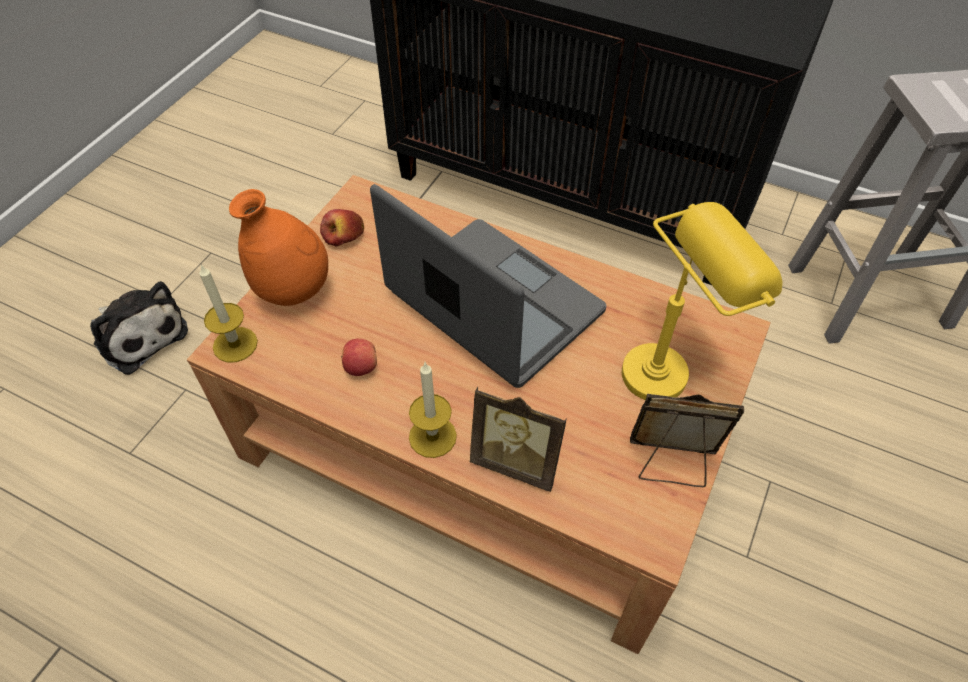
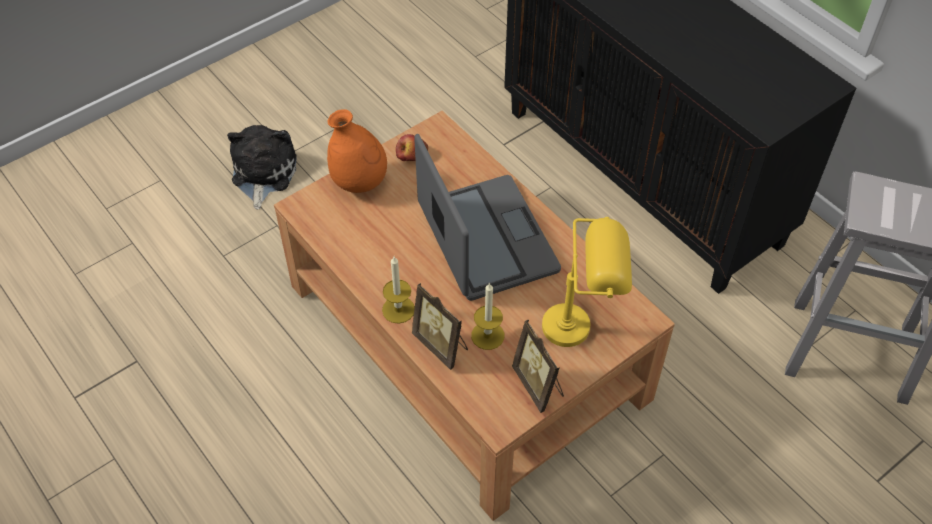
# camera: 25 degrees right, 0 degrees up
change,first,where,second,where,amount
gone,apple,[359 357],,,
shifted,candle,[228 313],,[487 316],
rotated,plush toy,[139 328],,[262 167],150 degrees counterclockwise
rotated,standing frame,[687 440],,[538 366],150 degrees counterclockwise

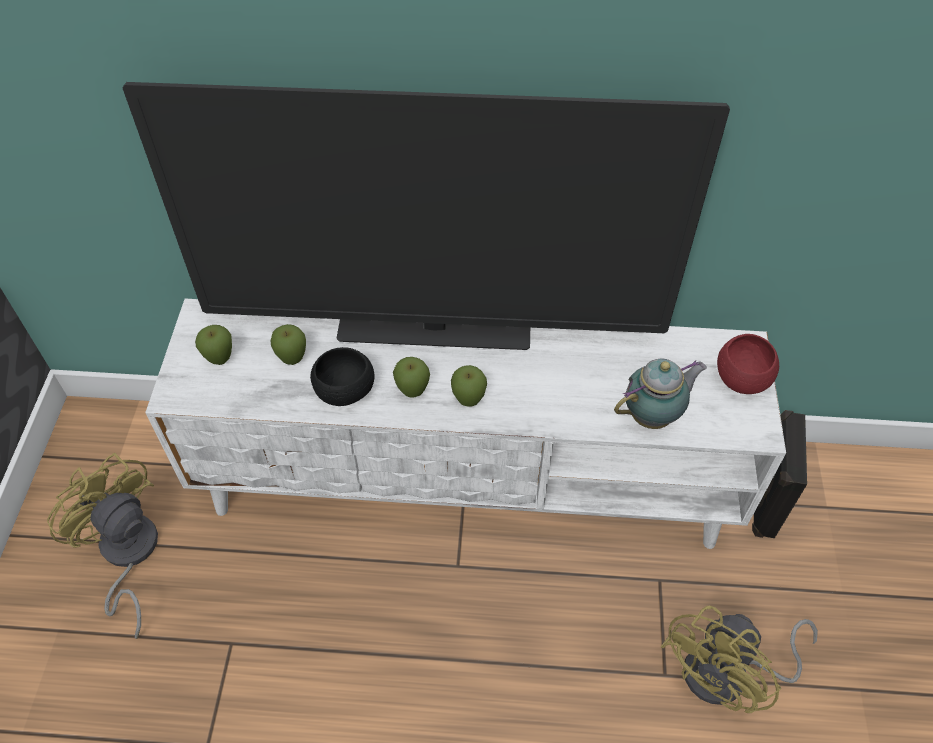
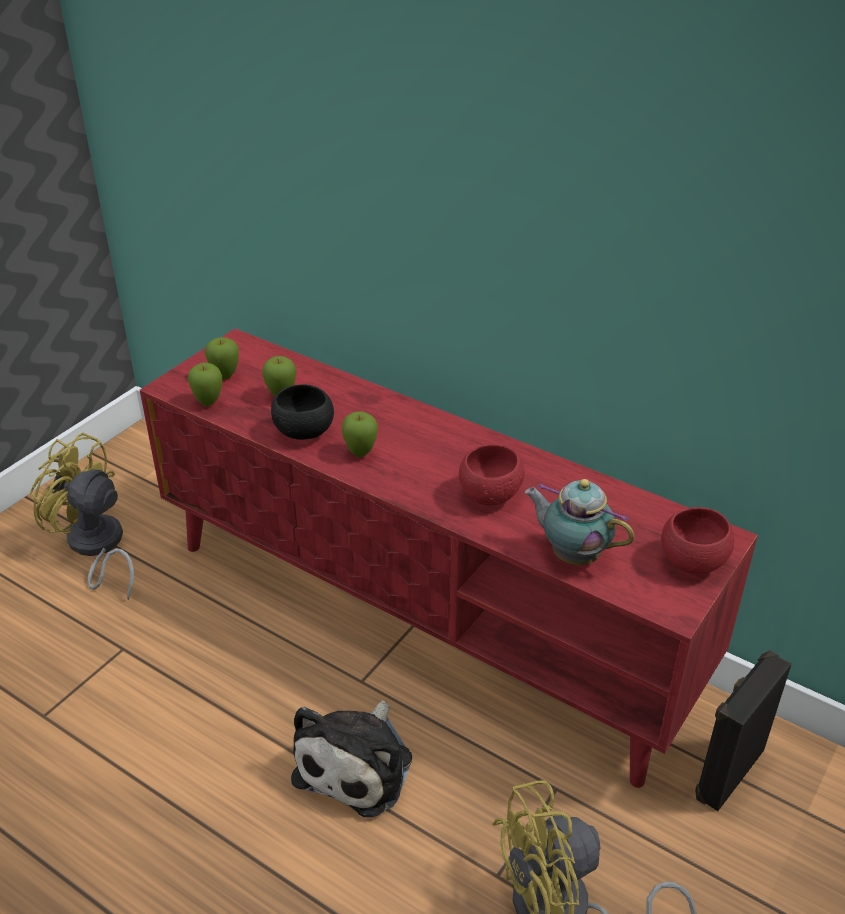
# camera: 30 degrees right, 15 degrees down
change,first,where,second,where,amount
gone,TV,[426 216],,,
new,,,plush toy,[351 759],
new,,,red deep dish,[492 475],
shifted,apple,[469 386],,[204 384],
repainted,white tv stand,[465 424],red tv stand,[449 558],
rotated,yellow-coloured cooling fan,[102 545],,[82 516],45 degrees counterclockwise
rotated,pot for tea,[660 394],,[580 522],150 degrees counterclockwise

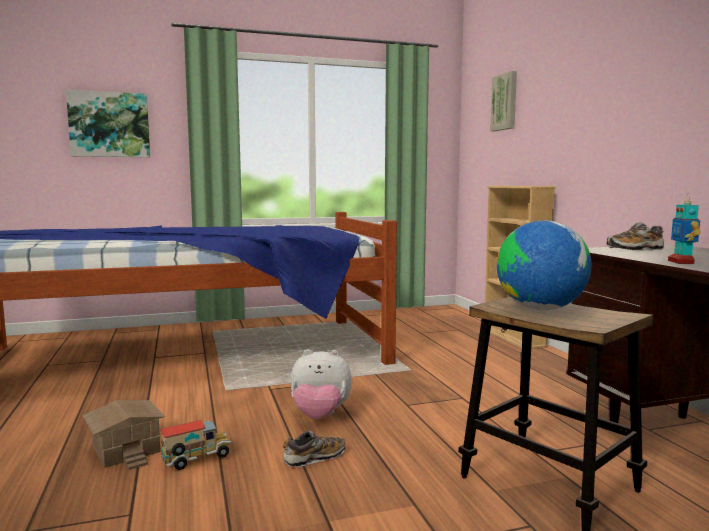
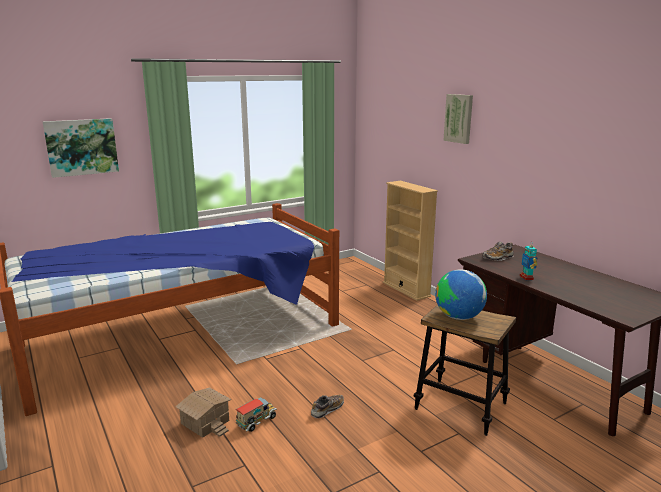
# camera: 15 degrees left, 10 degrees up
change,first,where,second,where,amount
gone,plush toy,[321 384],,,
shifted,wall picture,[503 101],,[458 119],

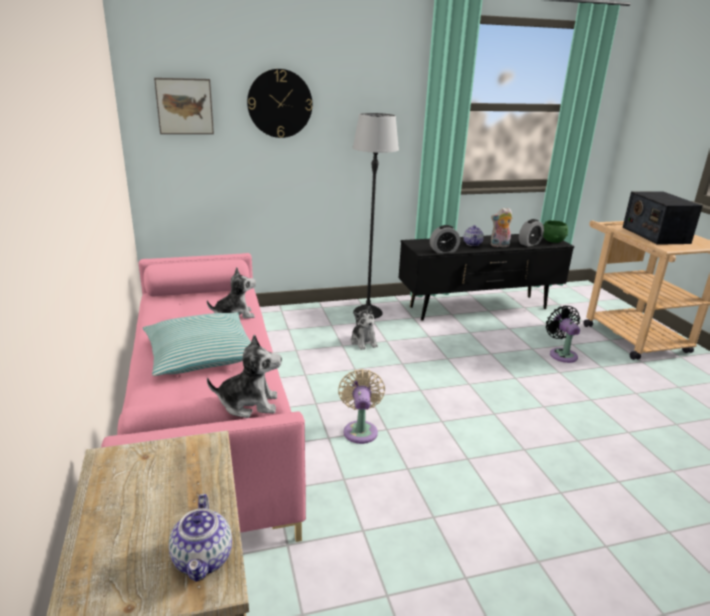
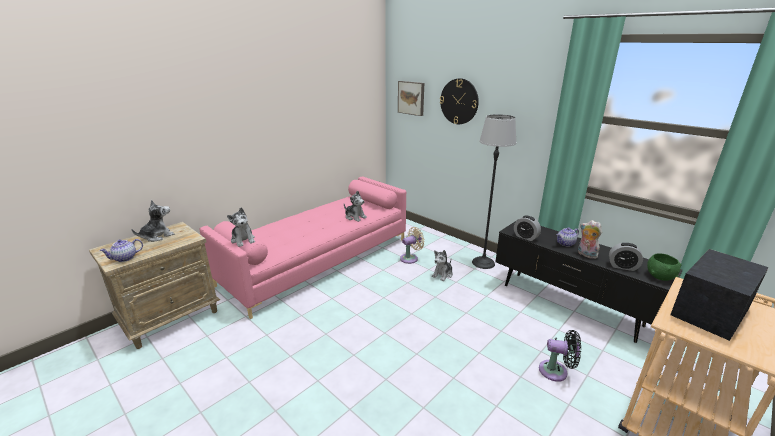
# camera: 60 degrees right, 0 degrees up
change,first,where,second,where,amount
gone,throw pillow,[197 344],,,
new,,,plush toy,[152 221],
shifted,beige cooling fan,[361 406],,[412 245],
rotated,blackish cooling fan,[563 334],,[560 356],60 degrees clockwise

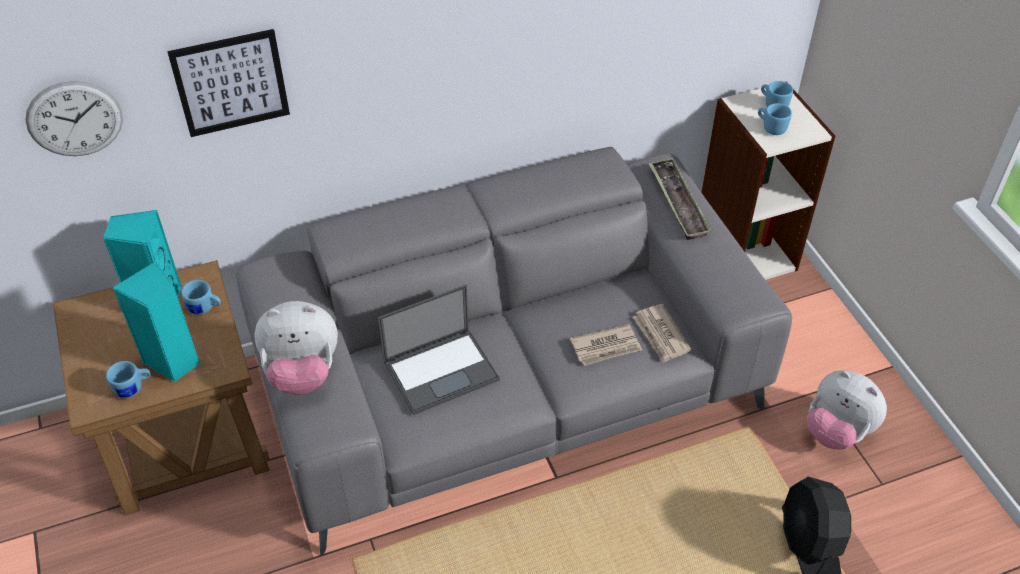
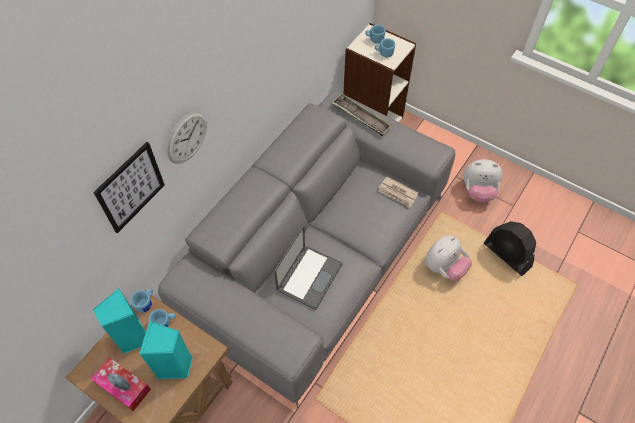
# camera: 35 degrees left, 10 degrees up
change,first,where,second,where,amount
gone,daily paper,[606 345],,,
new,,,box of tissues,[121 384],
shifted,clock on the wall,[74 118],,[187 137],
shifted,bluish coffee mug,[128 379],,[141 301],
shifted,plush toy,[296 348],,[448 258],

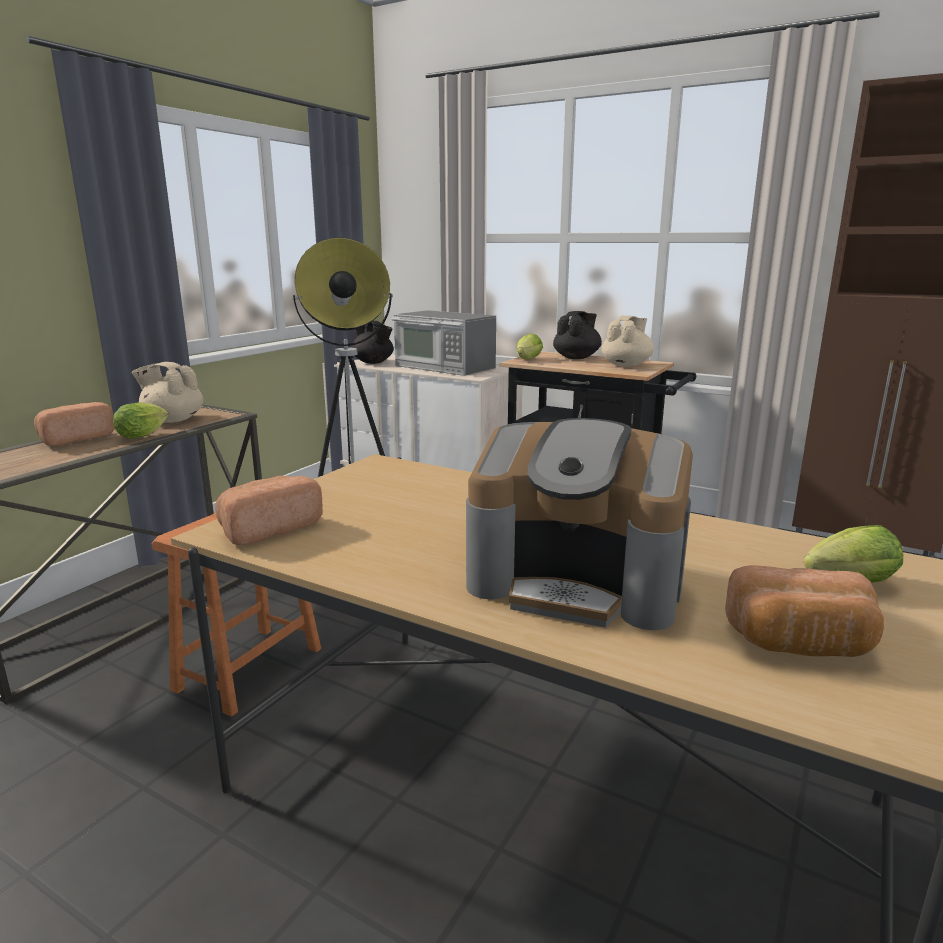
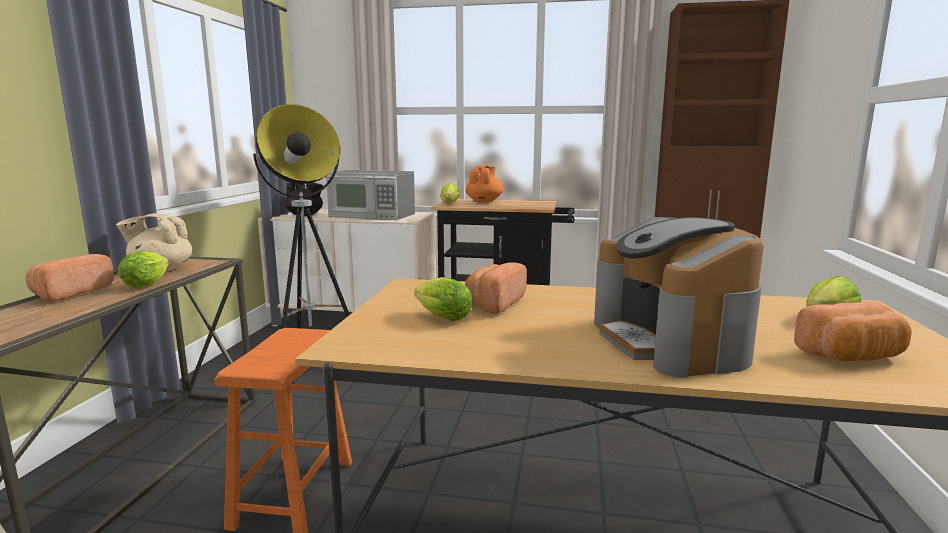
# camera: 20 degrees left, 5 degrees down
change,first,where,second,where,amount
gone,beige pot for tea,[628 341],,,
new,,,head of lettuce,[443 299],
shifted,bakery bread,[269 510],,[496 287],
repainted,blackish pot for tea,[577 335],orange pot for tea,[484 183],
rotated,coffee brewer,[579 524],,[679 297],75 degrees clockwise

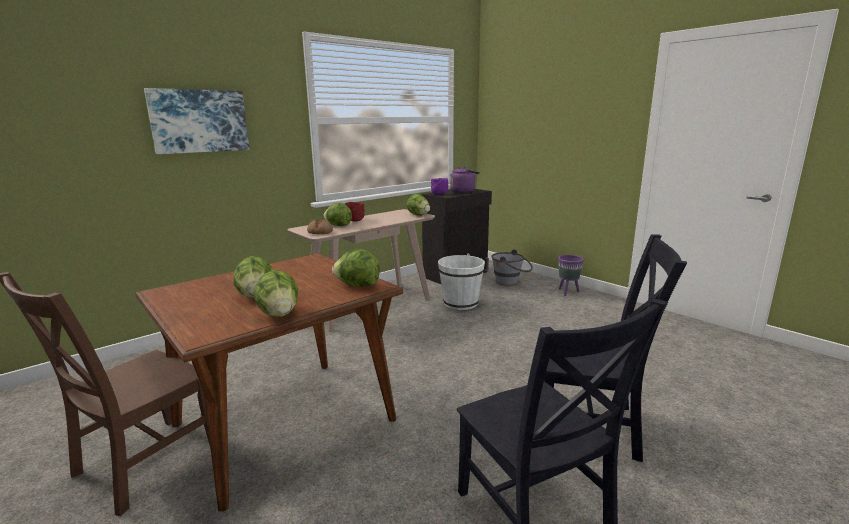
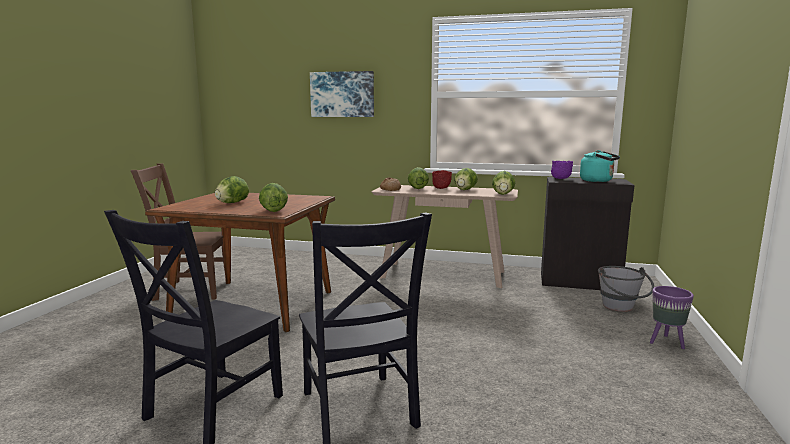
# camera: 55 degrees right, 5 degrees down
change,first,where,second,where,amount
gone,white bucket,[461 281],,,
shifted,head of lettuce,[276 293],,[466 179],
repainted,purple water kettle,[465 180],turquoise water kettle,[600 166],

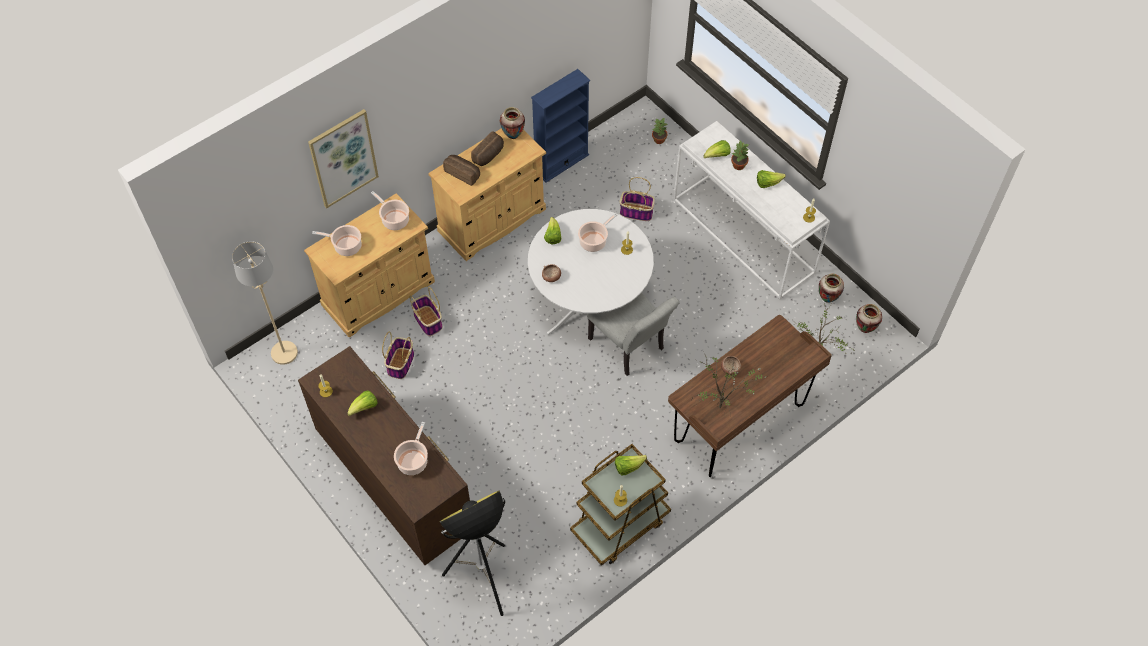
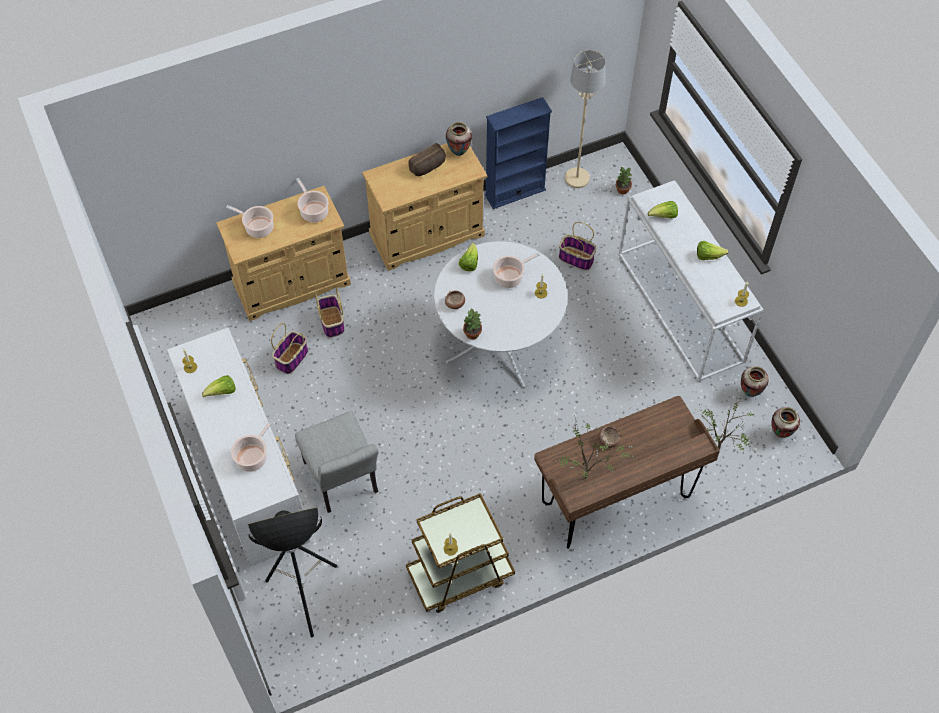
# camera: 15 degrees right, 0 degrees up
change,first,where,second,where,amount
gone,wall picture,[343 158],,,
gone,bakery bread,[461 170],,,
gone,head of lettuce,[631 465],,,
shifted,beige standing lamp,[265 303],,[585 119],
shifted,greyish plain chair,[633 334],,[337 462],
shifted,houseplant,[740 155],,[472 324],
repainted,brown chest of drawers,[384 455],white chest of drawers,[239 447],

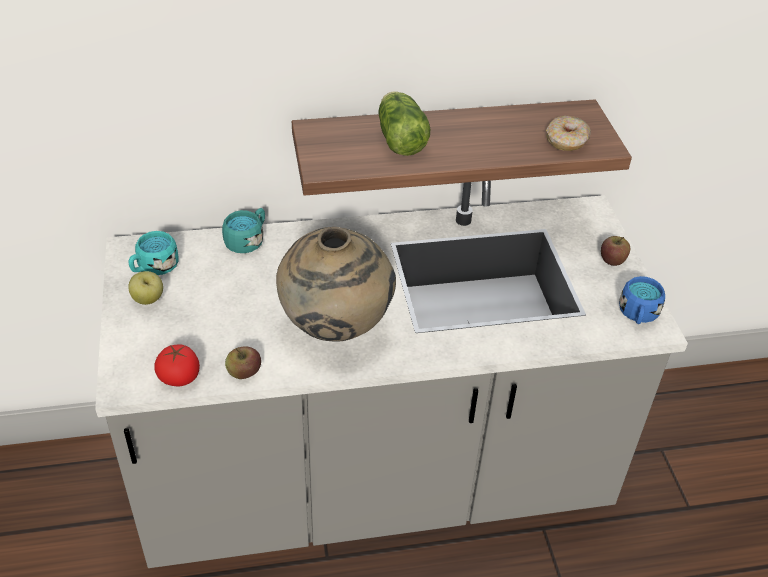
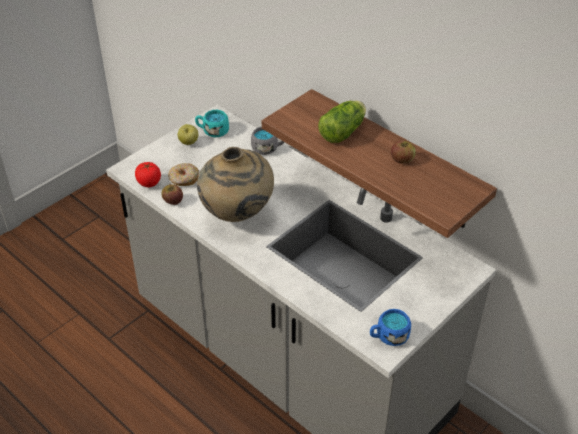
# camera: 55 degrees right, 0 degrees up
change,first,where,second,where,amount
shifted,doughnut,[568 133],,[183 174],
shifted,apple,[615 251],,[403 152],
repainted,turquoise coffee mug,[243 230],greyish coffee mug,[267 141],

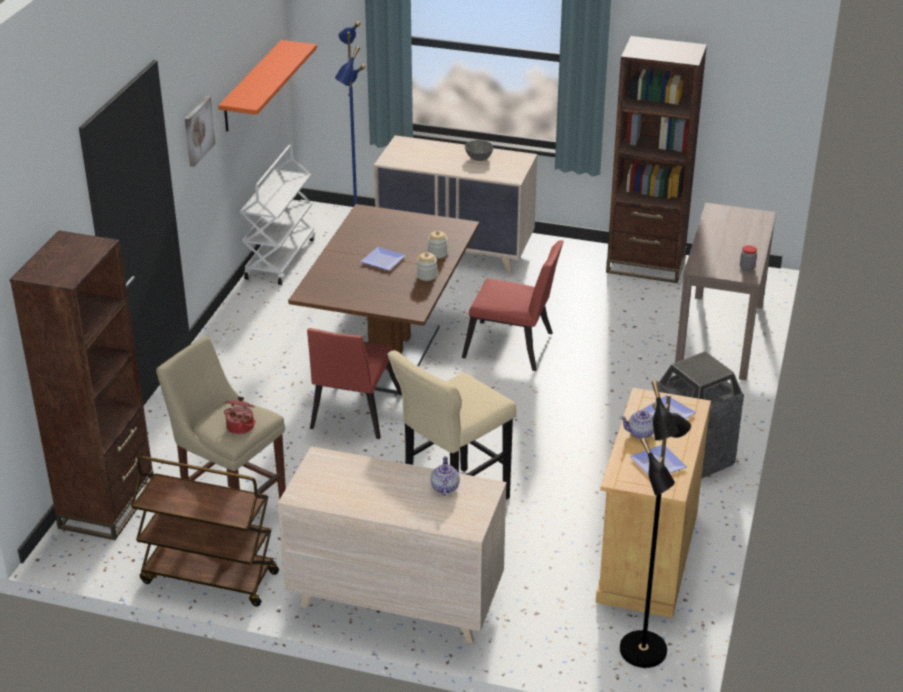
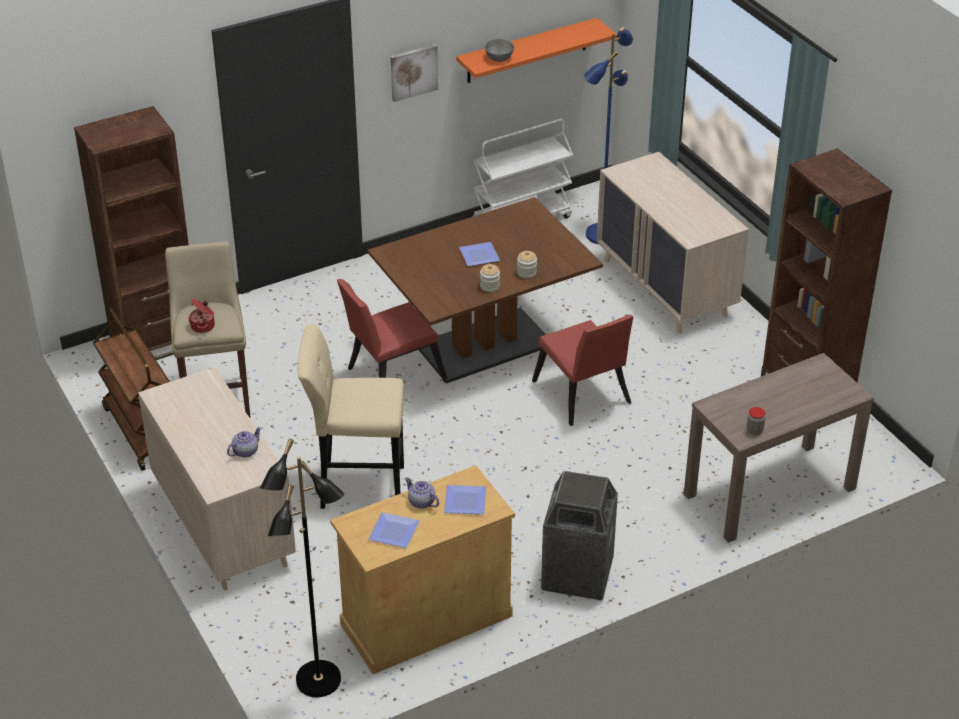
# camera: 45 degrees right, 5 degrees up
change,first,where,second,where,amount
shifted,greyish deep dish,[479 150],,[500 50],

